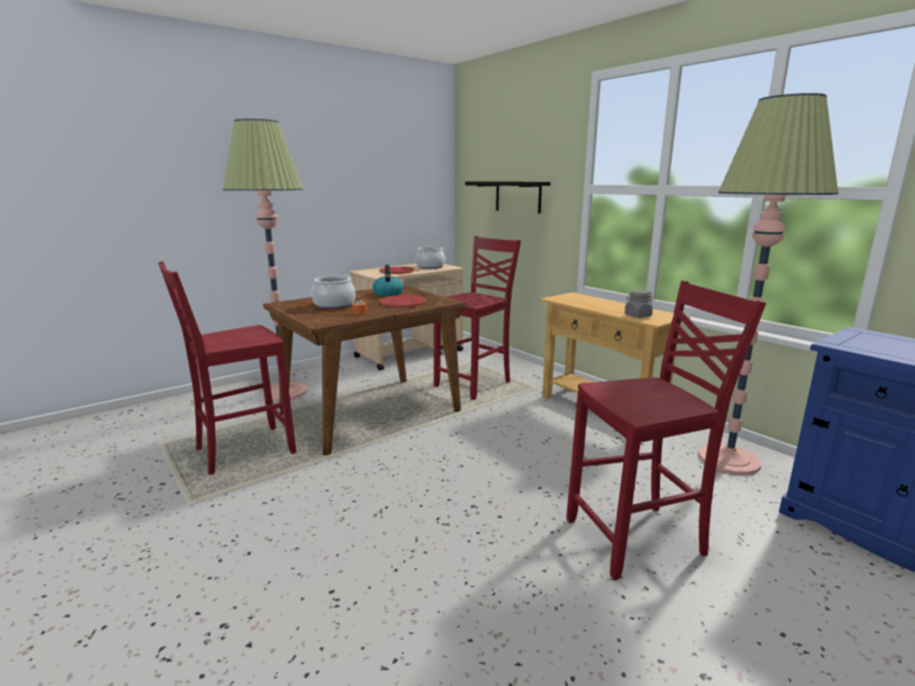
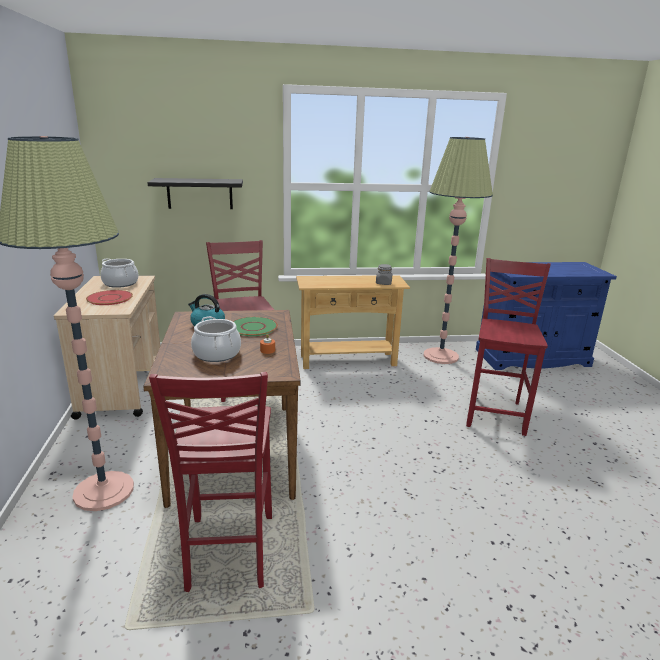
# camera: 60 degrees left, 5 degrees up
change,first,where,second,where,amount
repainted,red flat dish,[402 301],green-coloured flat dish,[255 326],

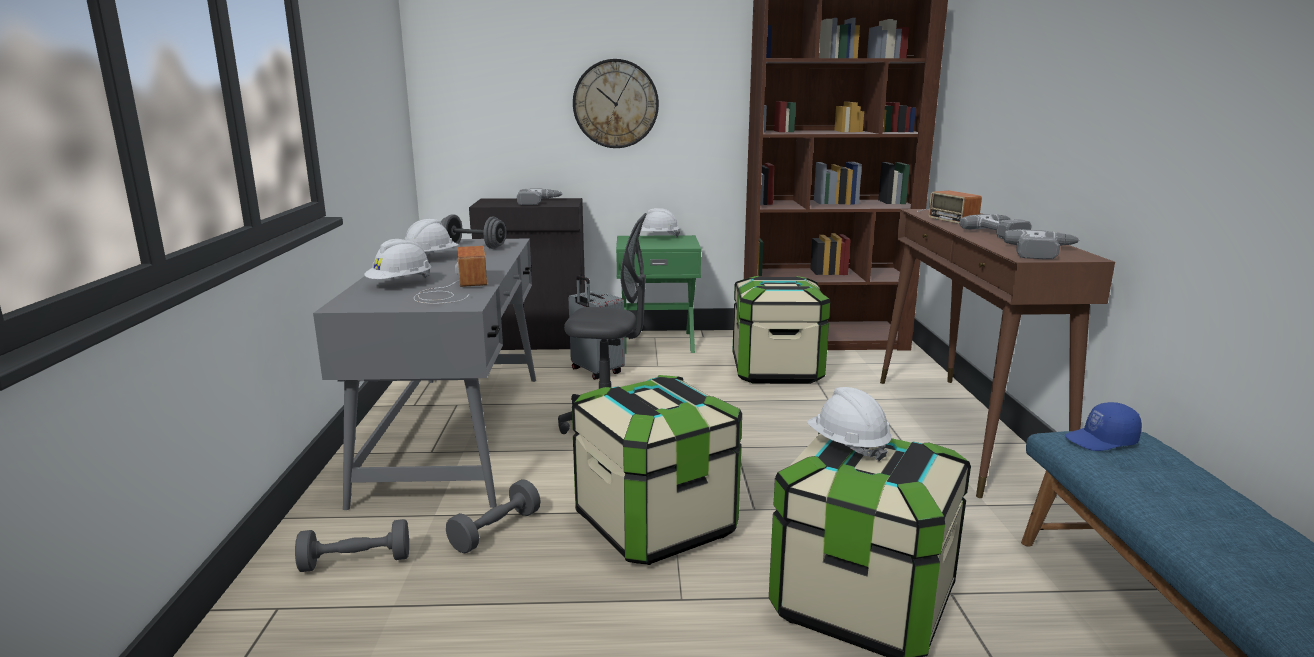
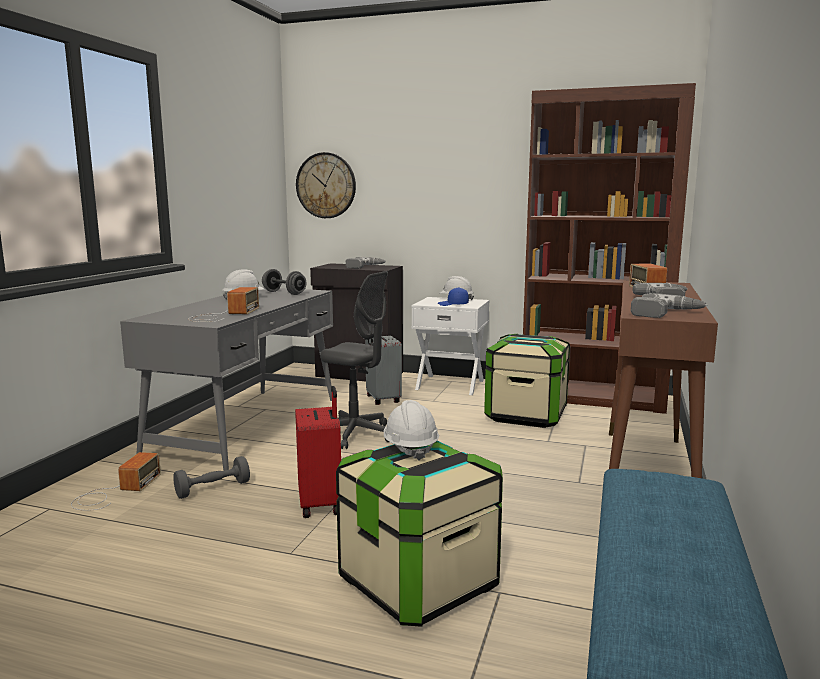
# camera: 20 degrees right, 5 degrees down
change,first,where,second,where,amount
gone,white hard hat,[398 259],,,
shifted,clock on the wall,[616 103],,[326 185],
shifted,bluish baseball cap,[1103 426],,[453 297],
swapped,greyish hand weight,[352 545],radio,[116 481],
swapped,storage box,[657 470],red travel case,[318 452],
repainted,green-coloured night table,[658 294],white night table,[450 346],

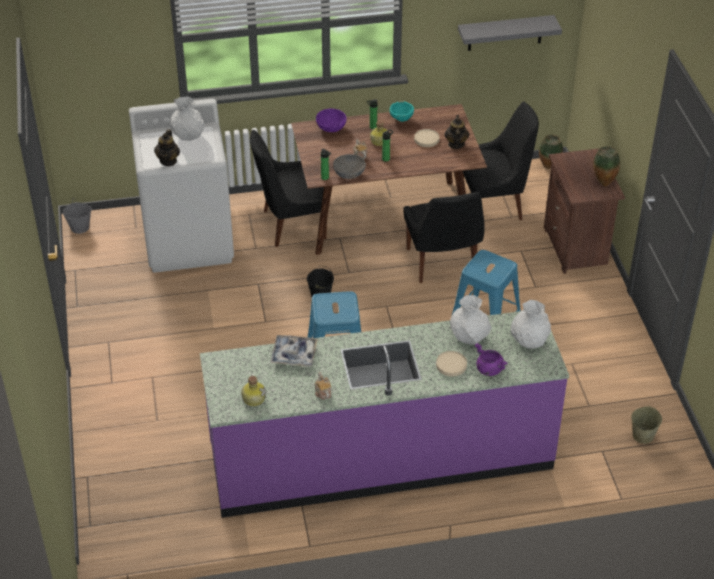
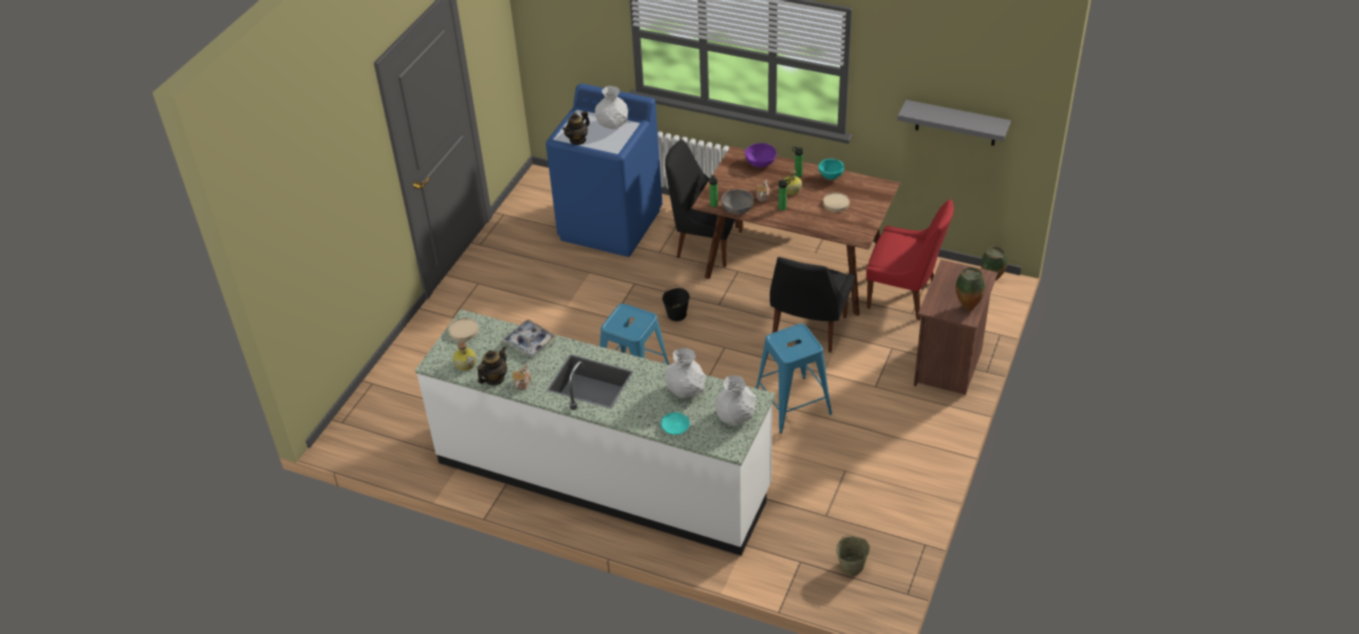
# camera: 35 degrees right, 0 degrees up
change,first,where,second,where,amount
gone,greyish bucket,[77 217],,,
shifted,beige flat dish,[451 363],,[463 329],
shifted,pot for tea,[457 132],,[492 366],
swapped,purple cooking pot,[491 359],turquoise flat dish,[675 423],
repainted,white laundry appliance,[181 186],bluish laundry appliance,[604 170],
repainted,purple counter,[384 414],white counter,[595 432],
repainted,blackish plain chair,[501 161],red plain chair,[909 259],

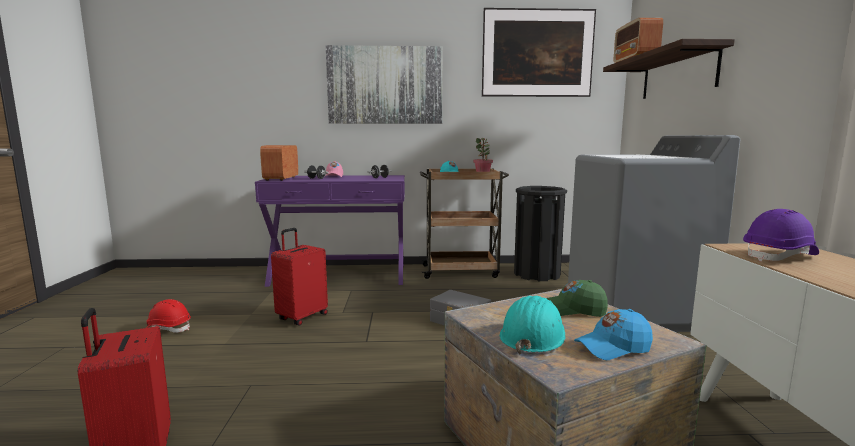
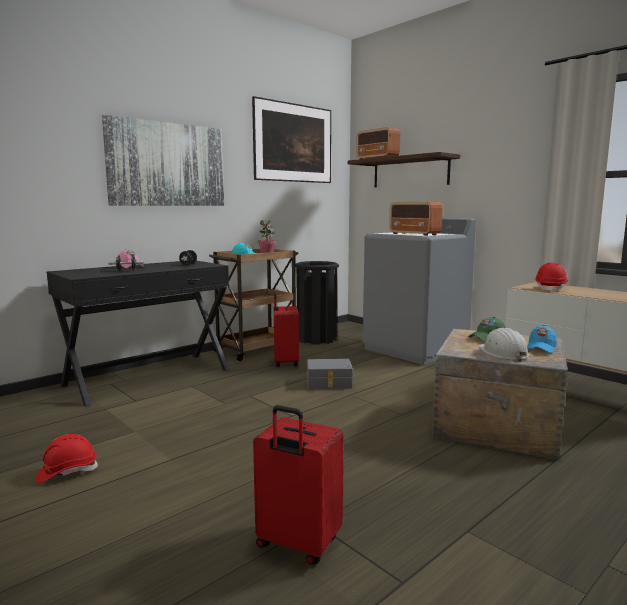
# camera: 40 degrees left, 0 degrees up
change,first,where,second,where,amount
shifted,radio,[279 163],,[416 219],
shifted,red travel case,[299 276],,[286 330],
repainted,purple console table,[330 231],blackish console table,[138 334],
repainted,turquoise hard hat,[532 325],white hard hat,[504 345],
repainted,purple hard hat,[781 235],red hard hat,[551 277],

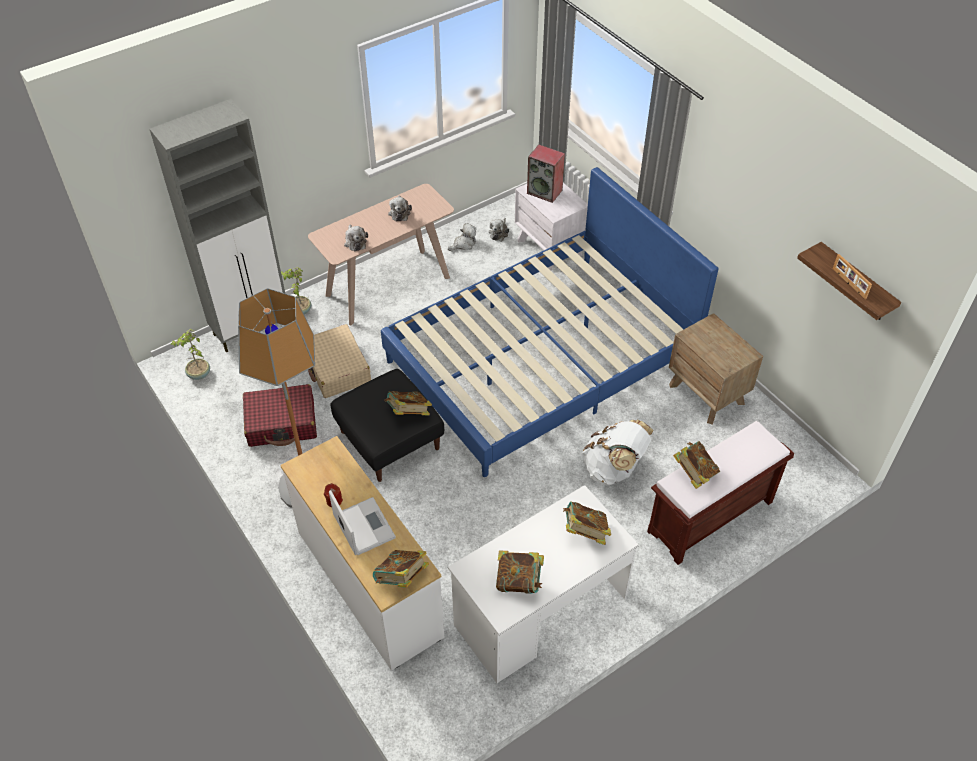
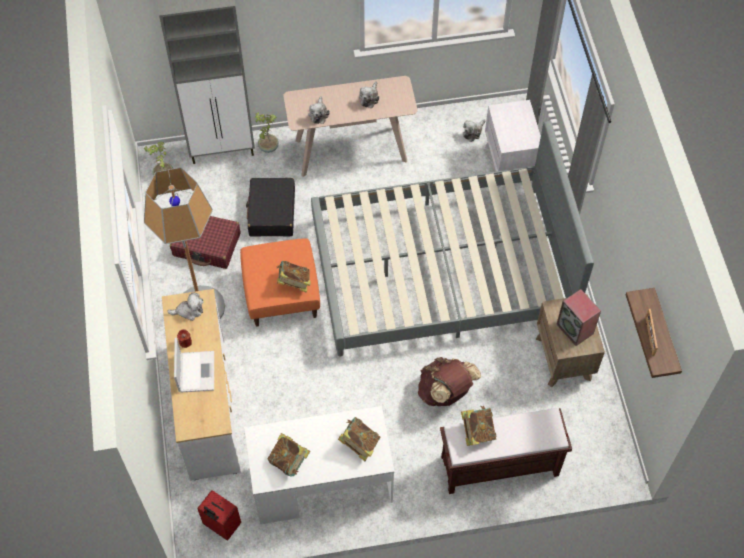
# camera: 25 degrees right, 10 degrees up
change,first,where,second,where,amount
gone,volume,[401 569],,,
new,,,red travel case,[219 515],
shifted,plush toy,[462 237],,[185 306],
shifted,speaker,[546 174],,[579 317],
repainted,beige travel case,[339 361],blackish travel case,[270 207],
repainted,blackish pouffe,[387 425],orange pouffe,[280 282],
repainted,bluish bedroom bed,[549 322],greyish bedroom bed,[452 238],
repainted,white knapsack,[618 453],brown knapsack,[449 381],

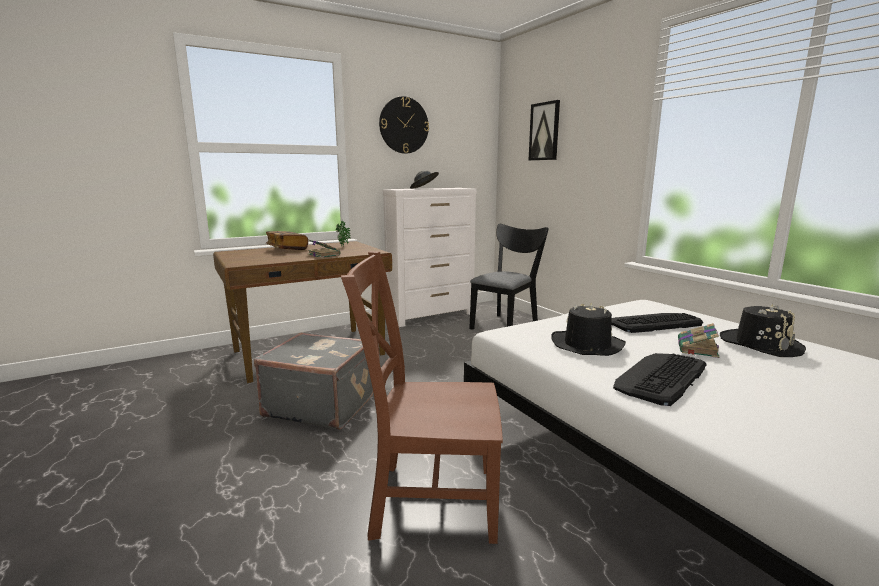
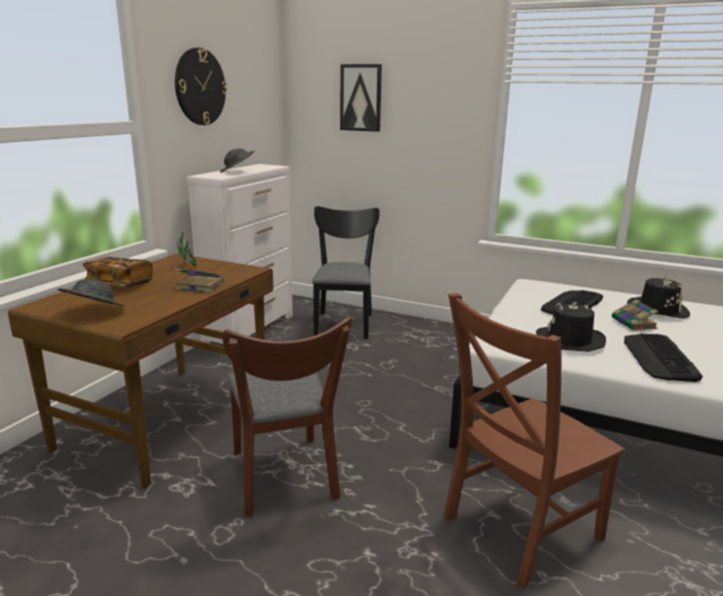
# camera: 35 degrees left, 5 degrees up
change,first,where,second,where,amount
new,,,greyish hat,[91 293],
swapped,greyish travel case,[313 380],brown plain chair,[287 417],

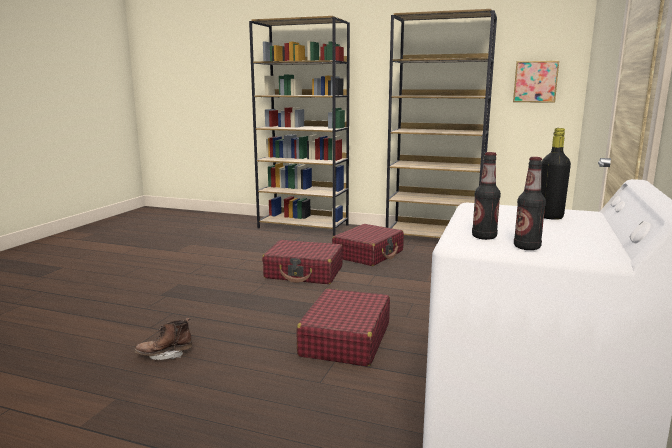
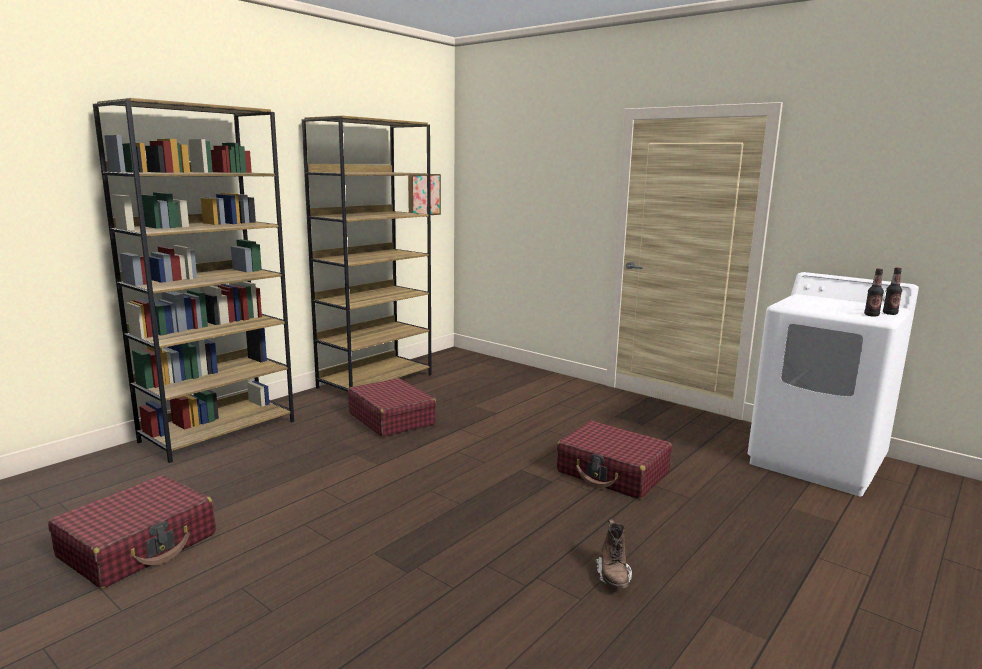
# camera: 70 degrees left, 0 degrees up
change,first,where,second,where,amount
gone,blackish beverage bottle,[556 174],,,
shifted,red travel case,[302 262],,[132 532],

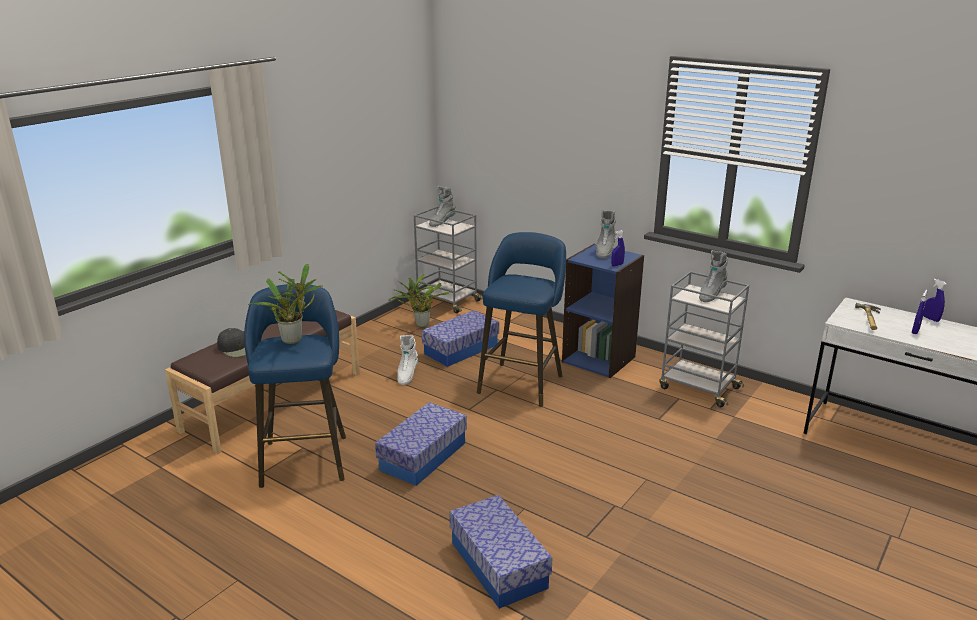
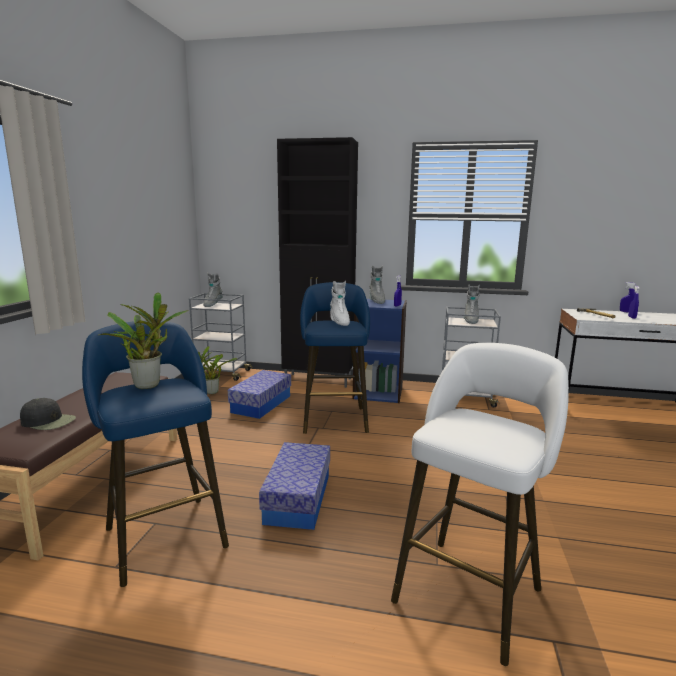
# camera: 25 degrees left, 10 degrees down
change,first,where,second,where,amount
new,,,blackish cabinet,[317 262],
shifted,white tall boot,[407 360],,[340 303],
swapped,storage box,[500 552],white stool seat,[480 504],

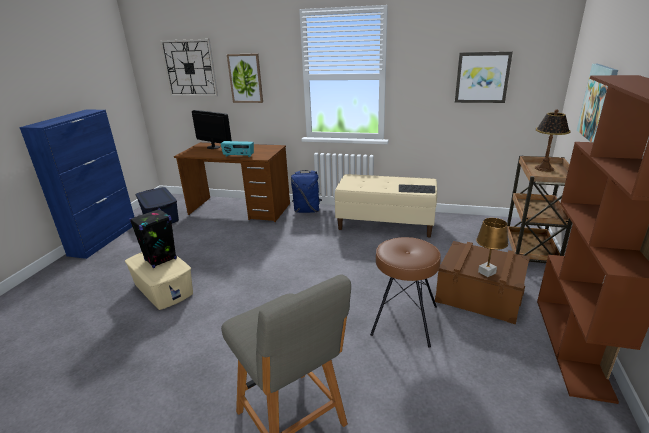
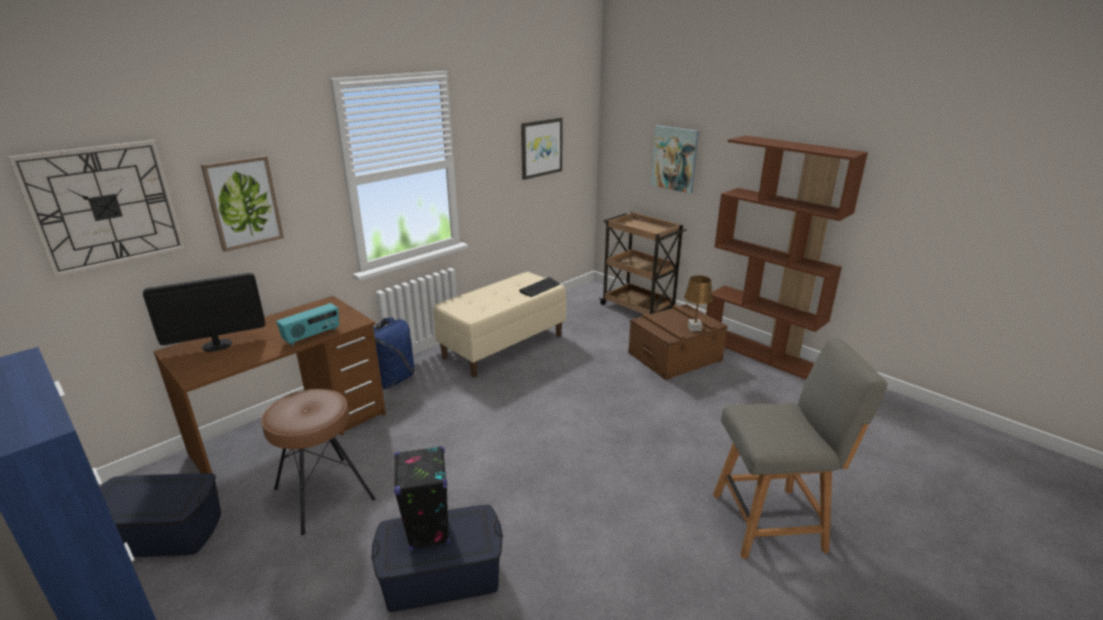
# camera: 60 degrees left, 0 degrees up
change,first,where,second,where,amount
gone,tabletop lamp,[553 140],,,
shifted,brown stool seat,[405 292],,[318 462],
repainted,beige storage box,[159 281],bluish storage box,[437 558],

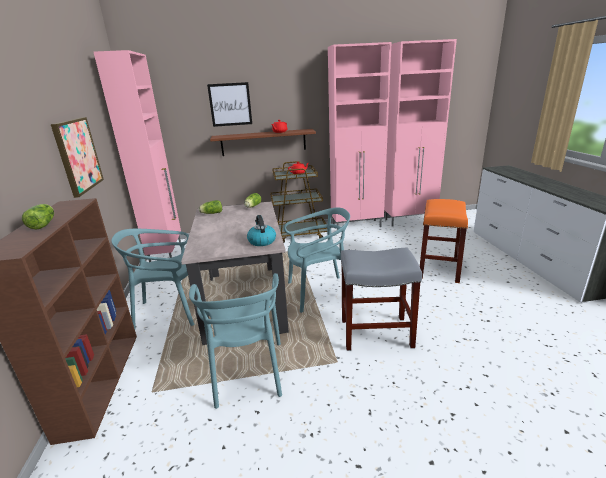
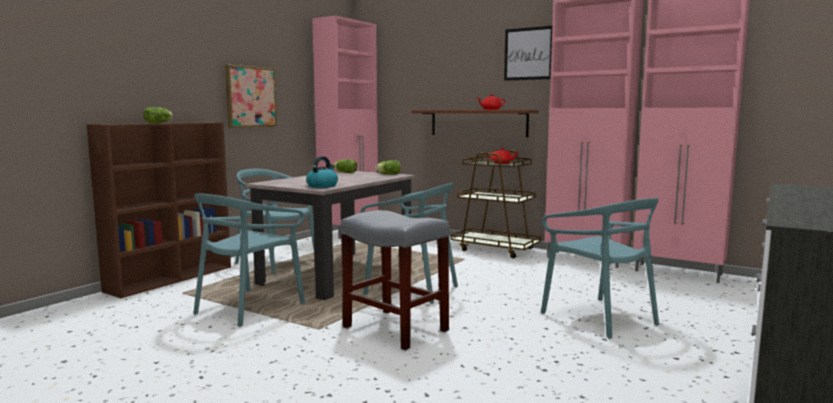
# camera: 40 degrees right, 15 degrees down
change,first,where,second,where,amount
shifted,wall picture,[229 104],,[528 53],
swapped,orange stool seat,[444 241],turquoise plain chair,[600 268],

